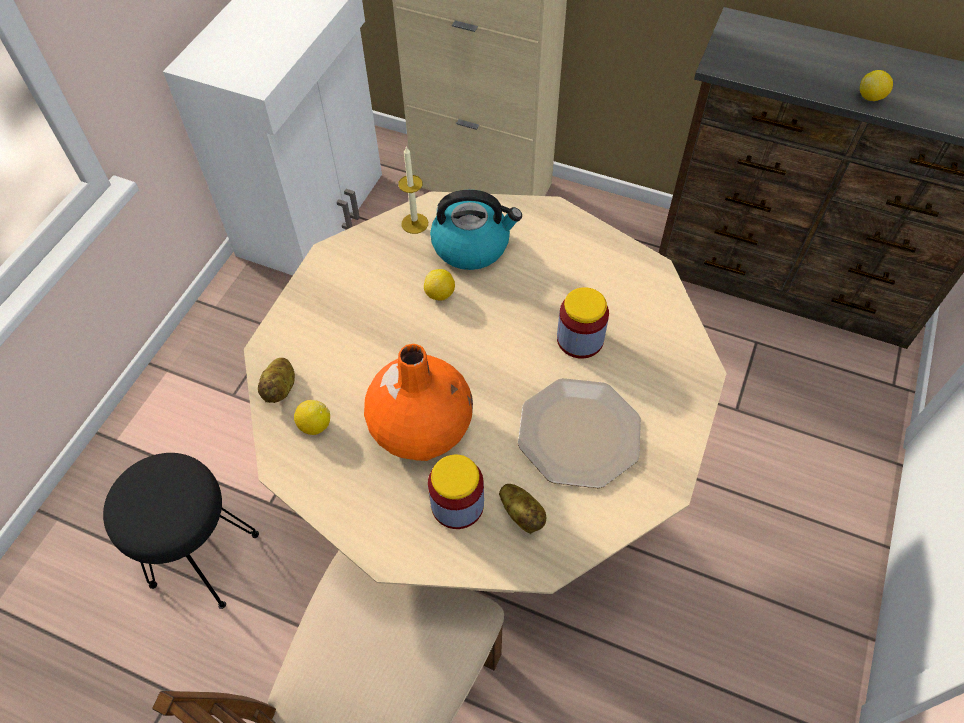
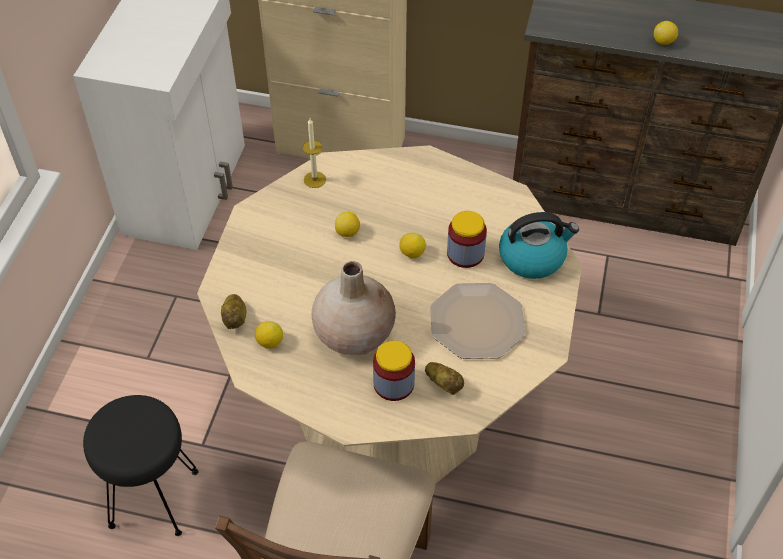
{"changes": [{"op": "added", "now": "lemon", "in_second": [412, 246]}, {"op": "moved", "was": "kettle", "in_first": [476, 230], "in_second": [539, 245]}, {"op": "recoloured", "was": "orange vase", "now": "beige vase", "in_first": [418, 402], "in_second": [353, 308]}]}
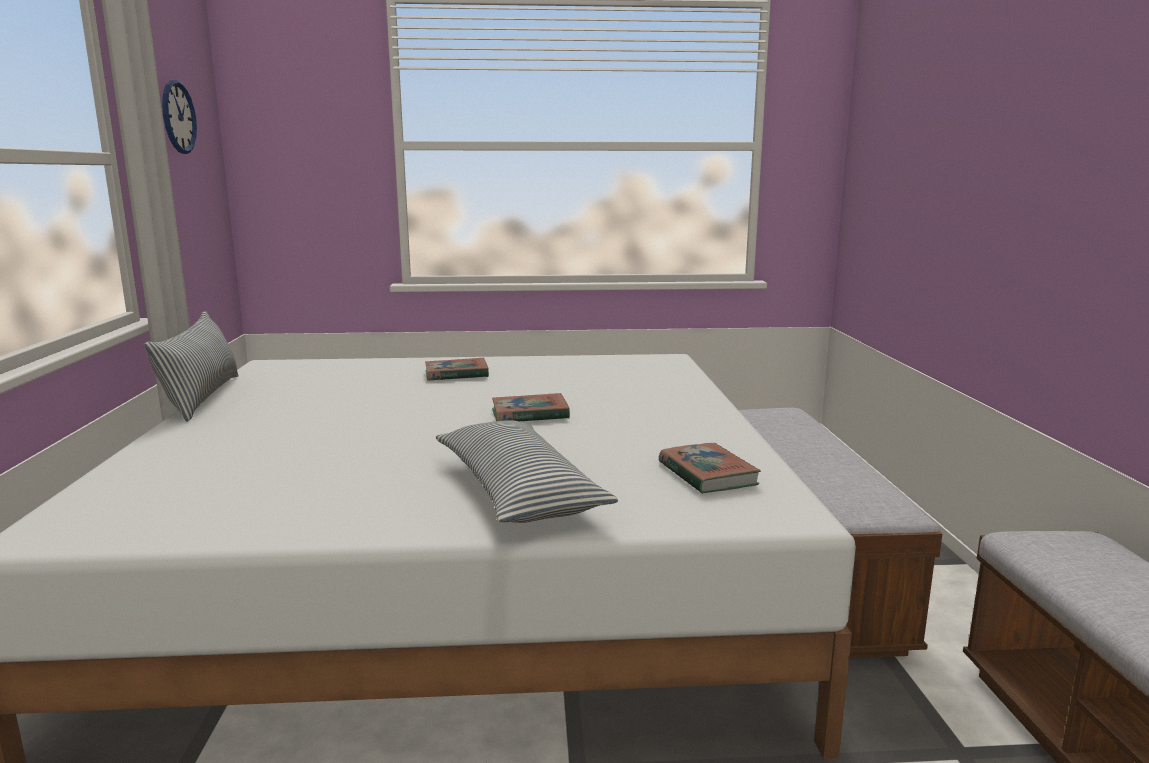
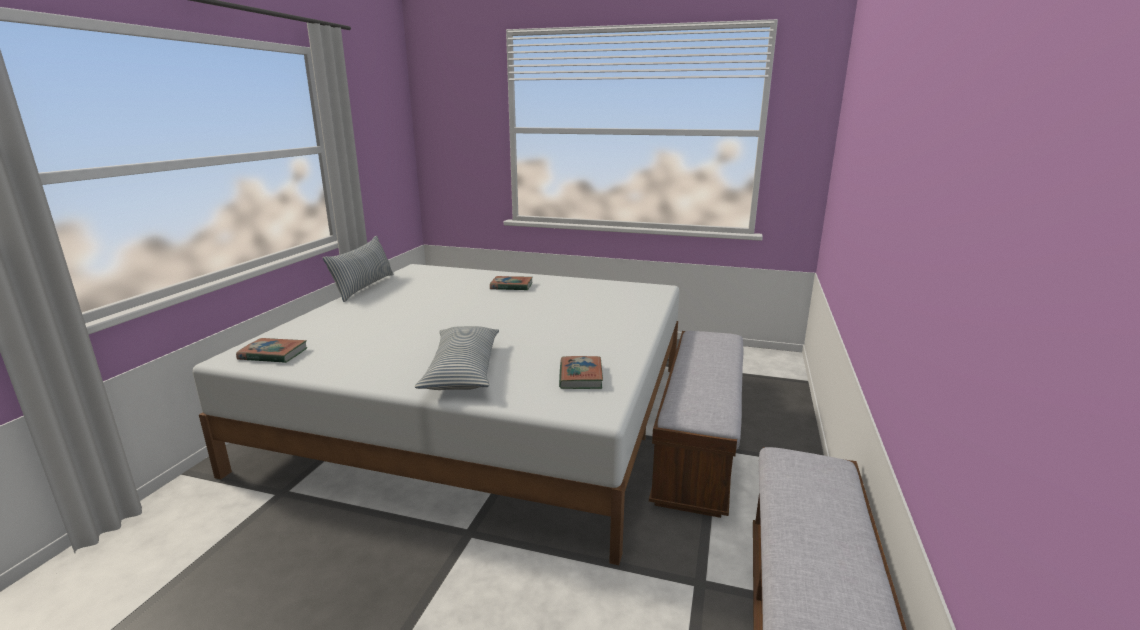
{"changes": [{"op": "removed", "was": "wall clock", "in_first": [179, 117]}, {"op": "moved", "was": "book", "in_first": [531, 407], "in_second": [272, 350]}]}
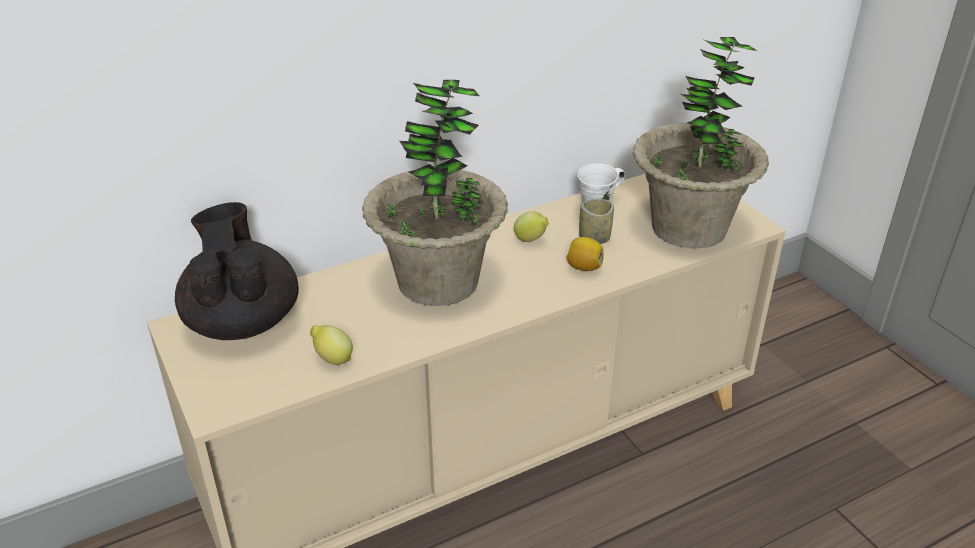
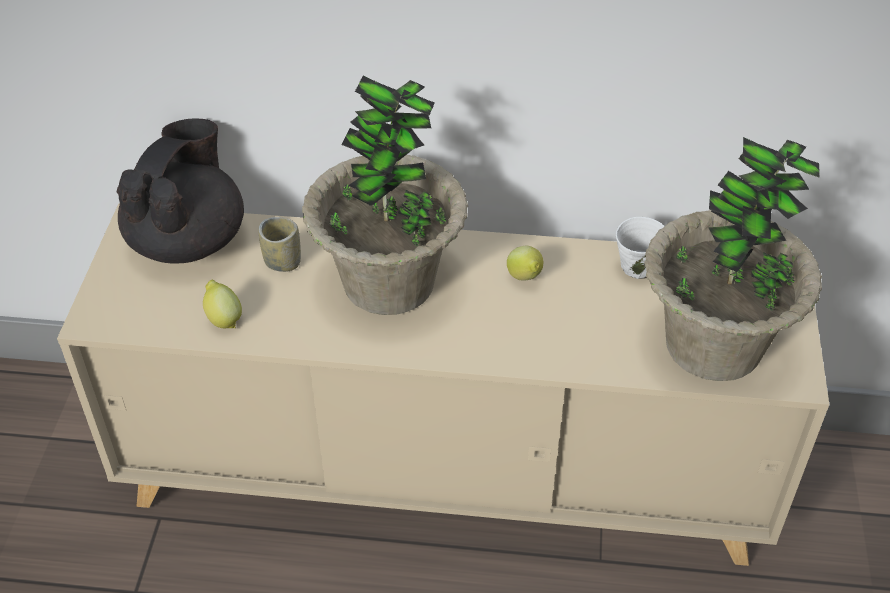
{"changes": [{"op": "removed", "was": "lemon", "in_first": [585, 254]}, {"op": "moved", "was": "cup", "in_first": [596, 221], "in_second": [279, 244]}]}
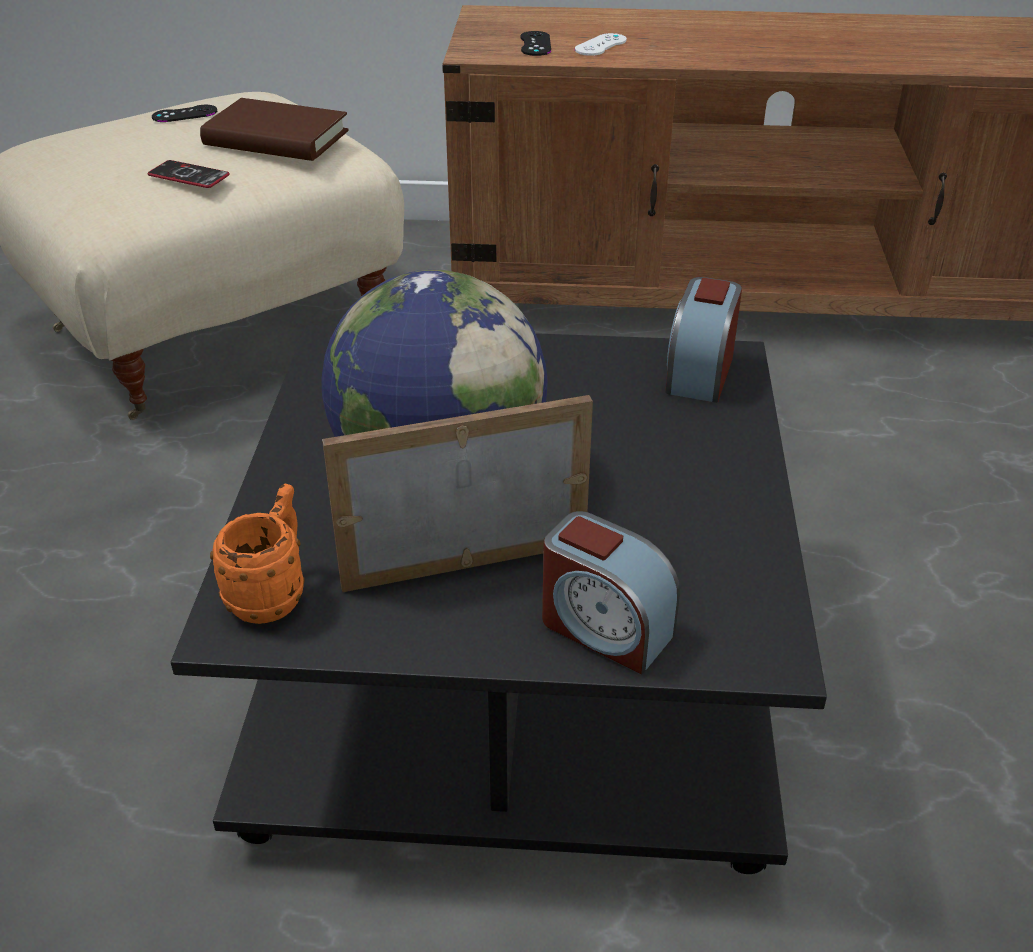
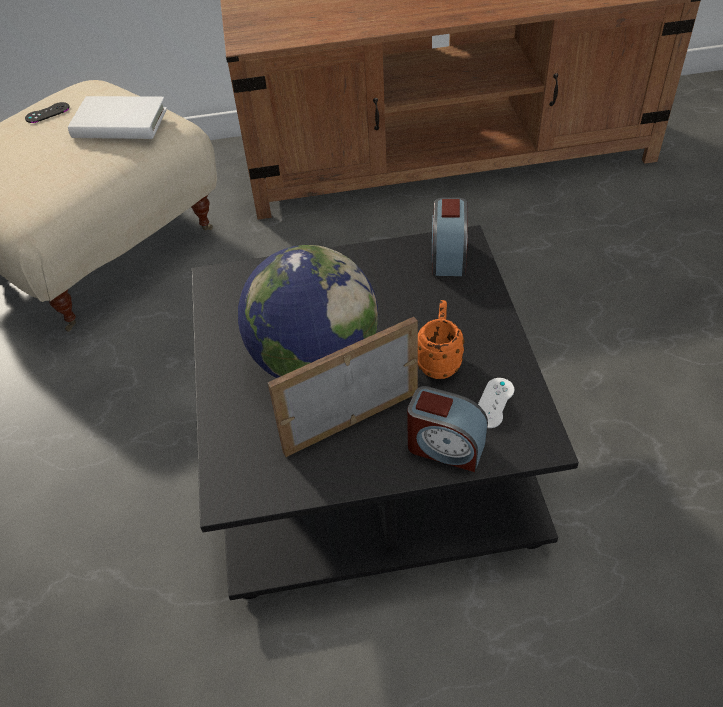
{"changes": [{"op": "removed", "was": "phone", "in_first": [189, 174]}, {"op": "removed", "was": "black game controller", "in_first": [535, 43]}, {"op": "moved", "was": "orange mug", "in_first": [257, 554], "in_second": [441, 339]}, {"op": "moved", "was": "white game controller", "in_first": [601, 44], "in_second": [496, 403]}, {"op": "recoloured", "was": "brown book", "now": "white book", "in_first": [274, 129], "in_second": [117, 117]}]}
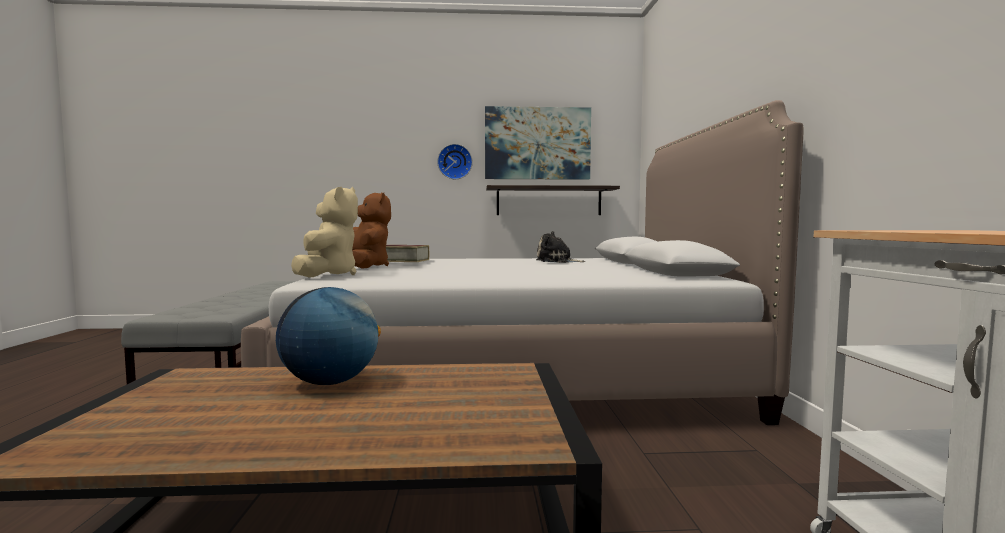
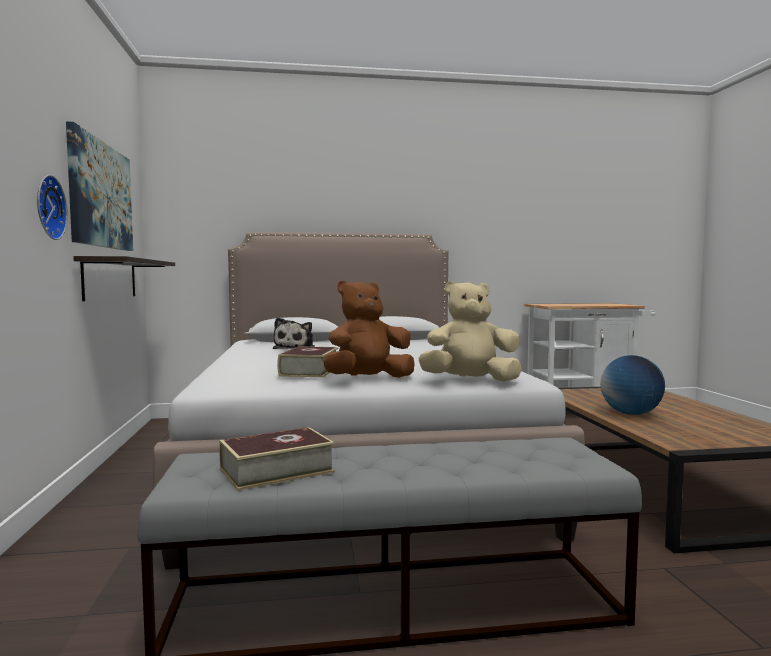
{"changes": [{"op": "added", "now": "book", "in_second": [277, 459]}]}
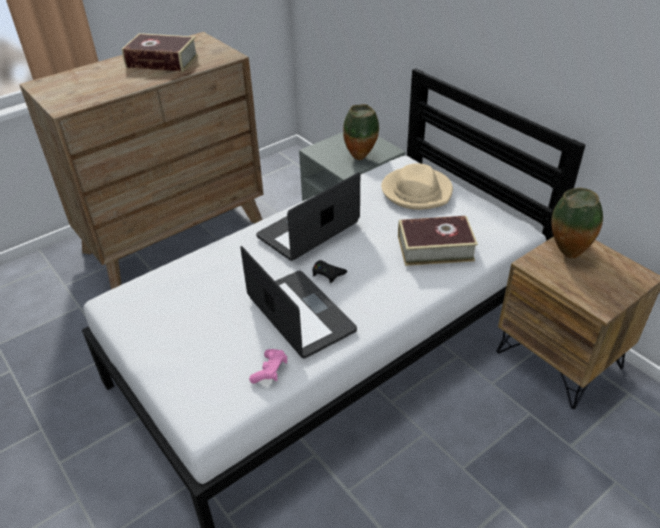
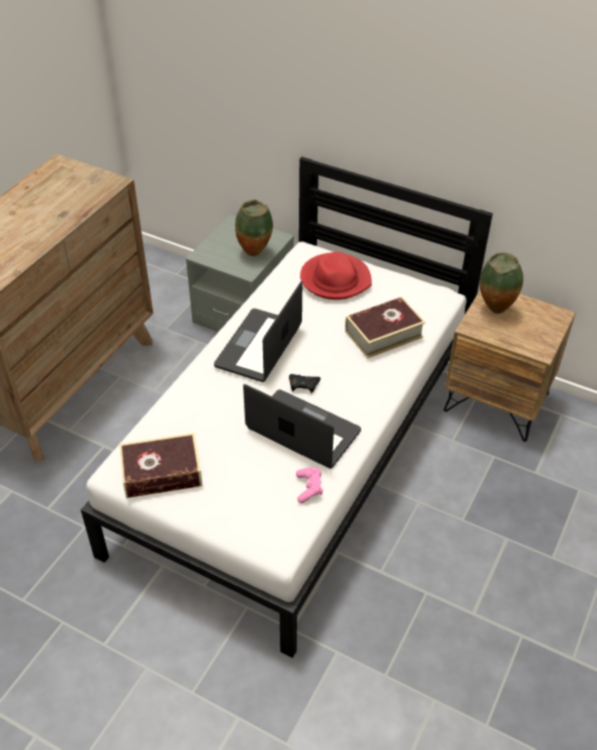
{"changes": [{"op": "moved", "was": "book", "in_first": [160, 52], "in_second": [161, 465]}, {"op": "recoloured", "was": "beige hat", "now": "red hat", "in_first": [417, 186], "in_second": [336, 276]}]}
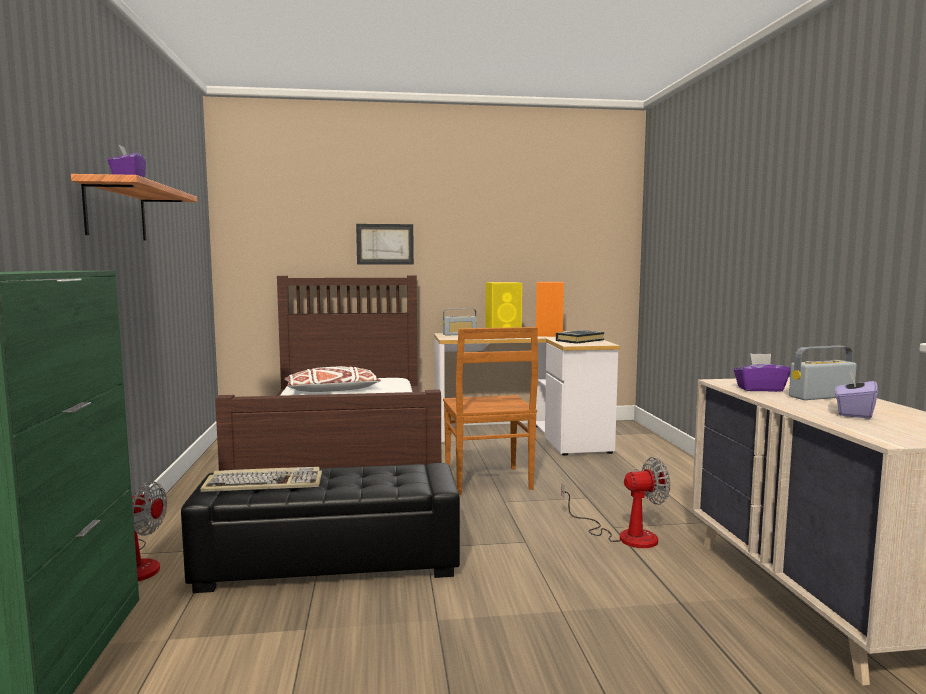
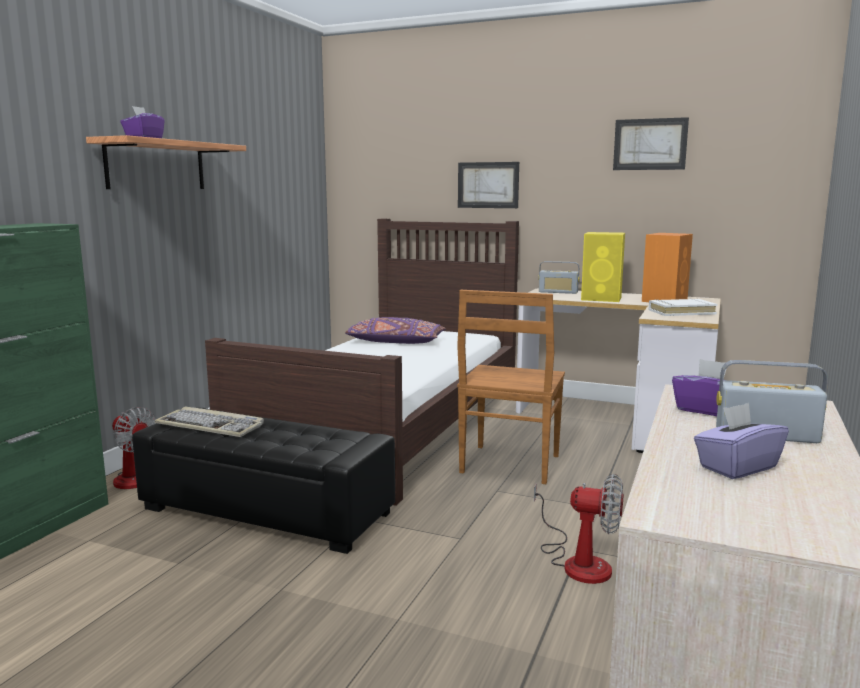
{"changes": [{"op": "added", "now": "picture", "in_second": [651, 143]}, {"op": "recoloured", "was": "white pillow", "now": "purple pillow", "in_first": [332, 379], "in_second": [395, 330]}, {"op": "recoloured", "was": "black book", "now": "white book", "in_first": [580, 337], "in_second": [683, 307]}]}
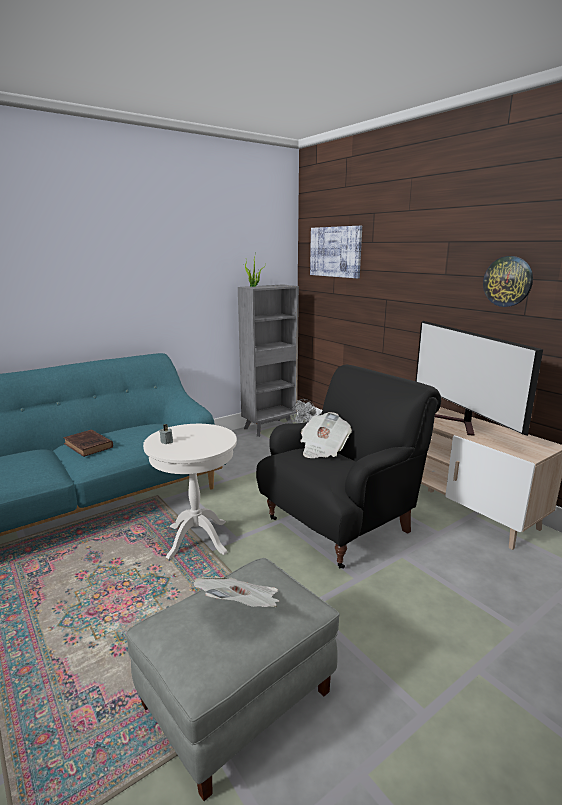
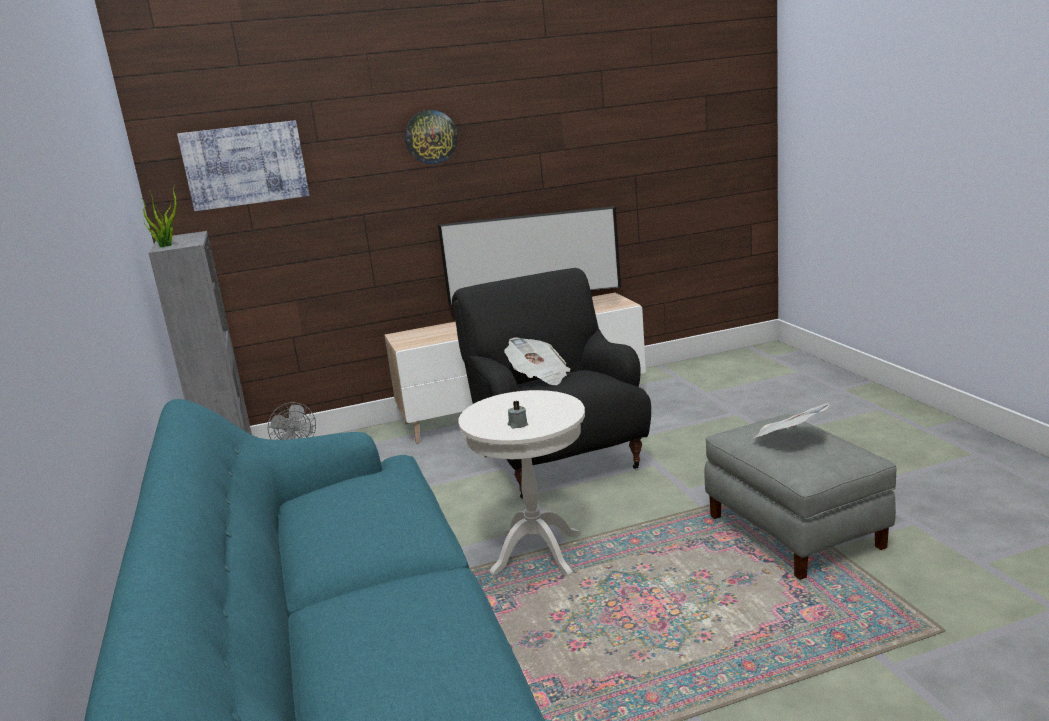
{"changes": [{"op": "removed", "was": "brown book", "in_first": [88, 443]}, {"op": "moved", "was": "wall clock", "in_first": [508, 281], "in_second": [431, 137]}]}
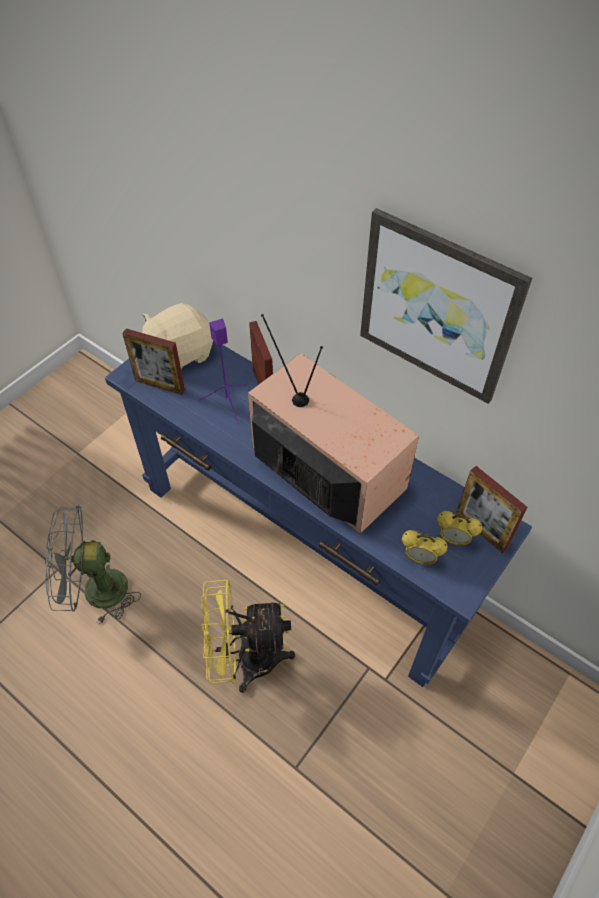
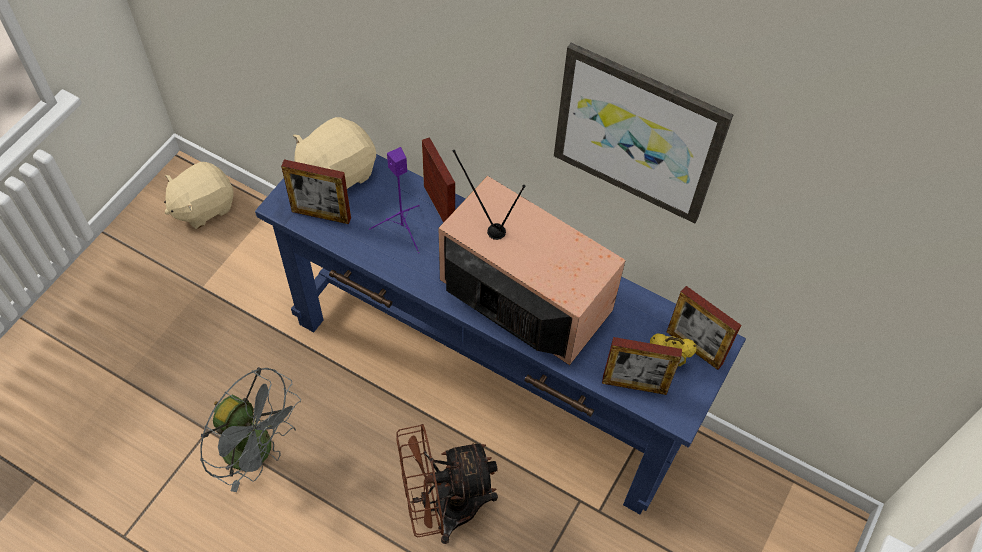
{"changes": [{"op": "added", "now": "beige plush toy", "in_second": [198, 195]}, {"op": "replaced", "was": "alarm clock", "now": "picture frame", "in_first": [424, 547], "in_second": [642, 366]}, {"op": "recoloured", "was": "yellow fan", "now": "brown fan", "in_first": [248, 636], "in_second": [447, 484]}, {"op": "turned", "was": "grey fan", "in_first": [93, 565], "in_second": [250, 429], "clockwise": -135}]}
